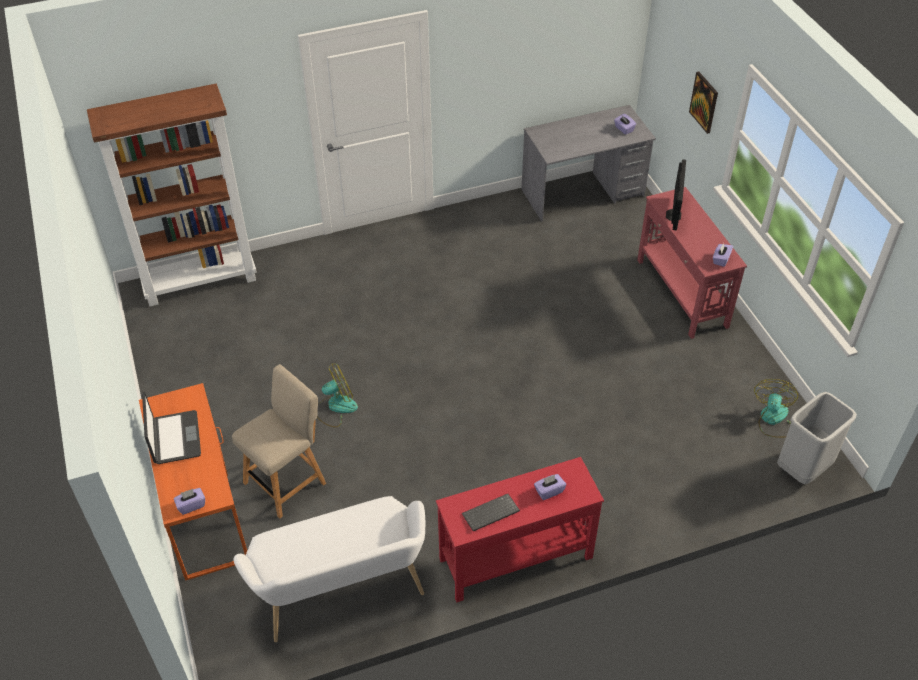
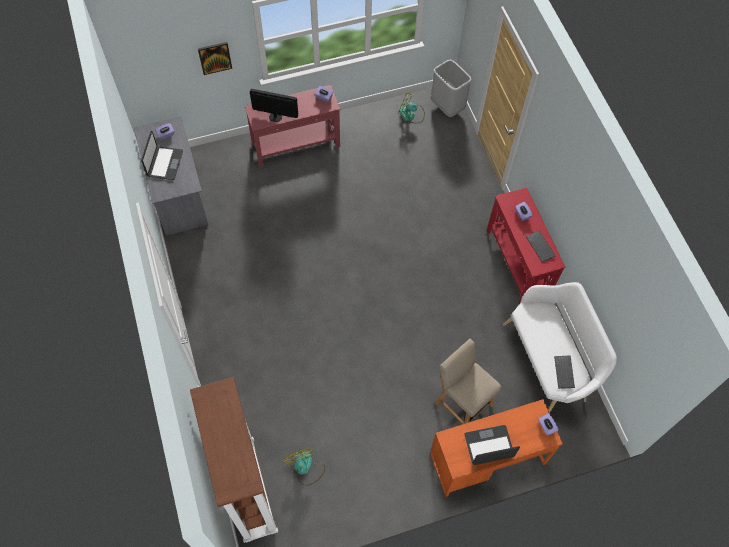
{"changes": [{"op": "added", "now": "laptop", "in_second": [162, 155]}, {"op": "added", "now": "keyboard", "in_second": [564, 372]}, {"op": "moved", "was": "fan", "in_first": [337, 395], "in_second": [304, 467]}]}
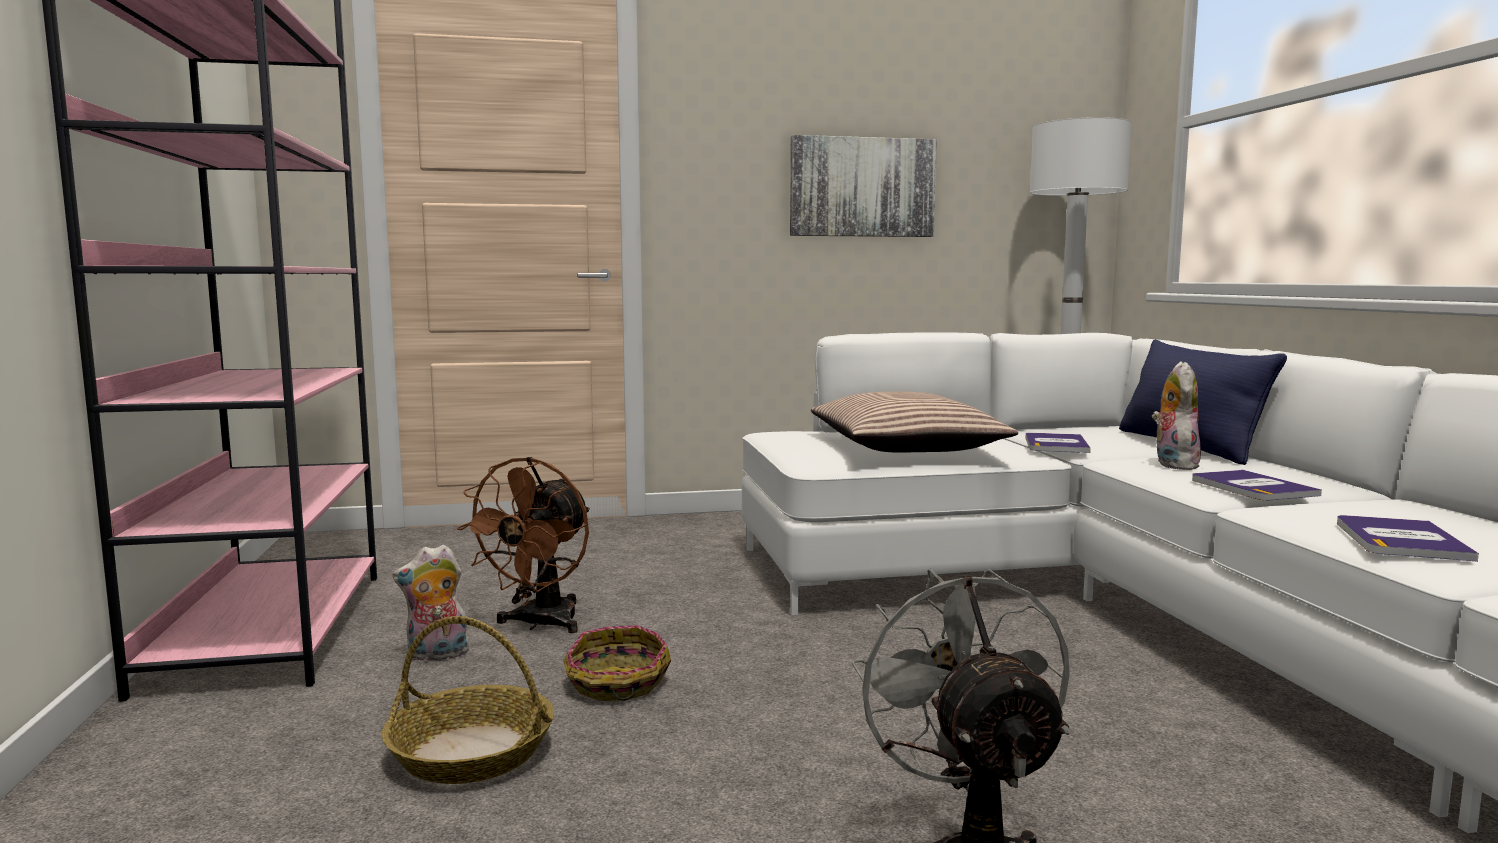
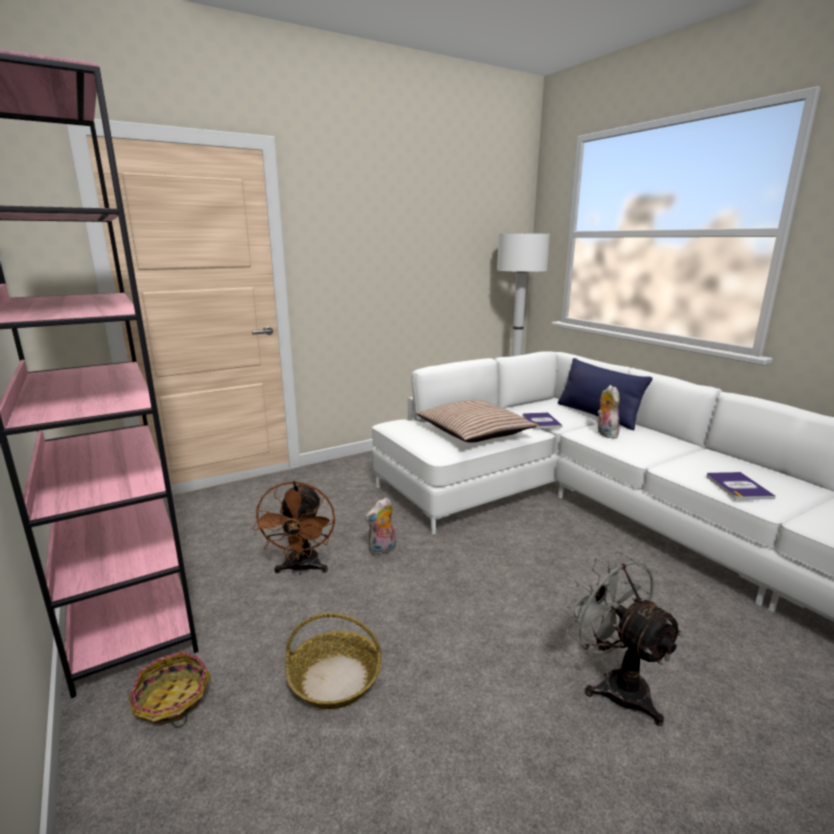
{"changes": [{"op": "removed", "was": "picture", "in_first": [863, 186]}, {"op": "removed", "was": "book", "in_first": [1257, 485]}, {"op": "moved", "was": "plush toy", "in_first": [431, 602], "in_second": [380, 526]}, {"op": "moved", "was": "basket", "in_first": [617, 663], "in_second": [170, 689]}]}
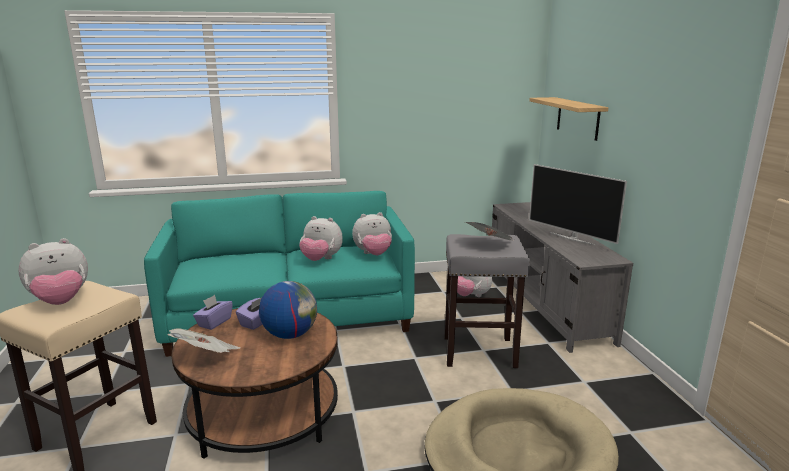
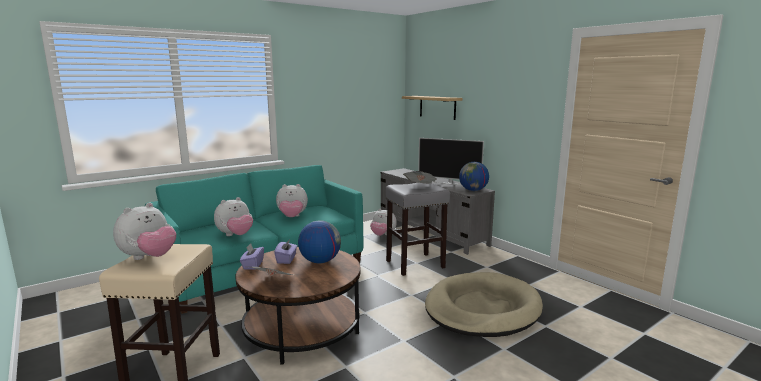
{"changes": [{"op": "added", "now": "globe", "in_second": [474, 176]}, {"op": "moved", "was": "plush toy", "in_first": [372, 233], "in_second": [233, 216]}]}
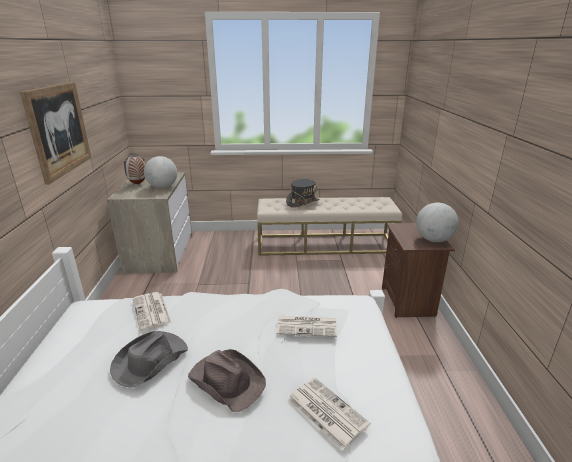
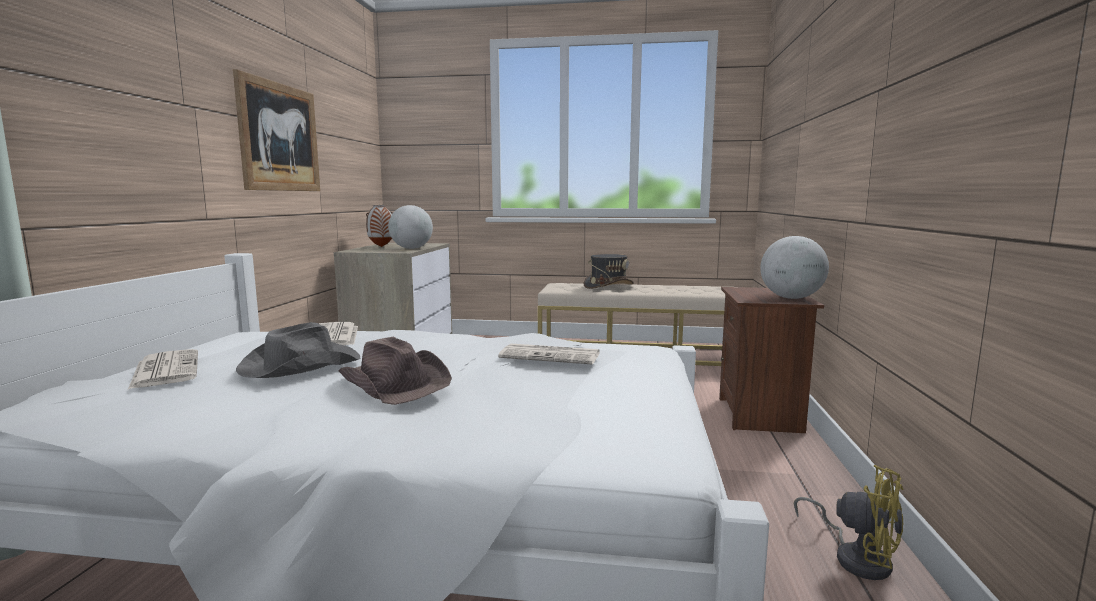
{"changes": [{"op": "added", "now": "yellow fan", "in_second": [849, 522]}, {"op": "moved", "was": "newspaper", "in_first": [329, 414], "in_second": [163, 369]}]}
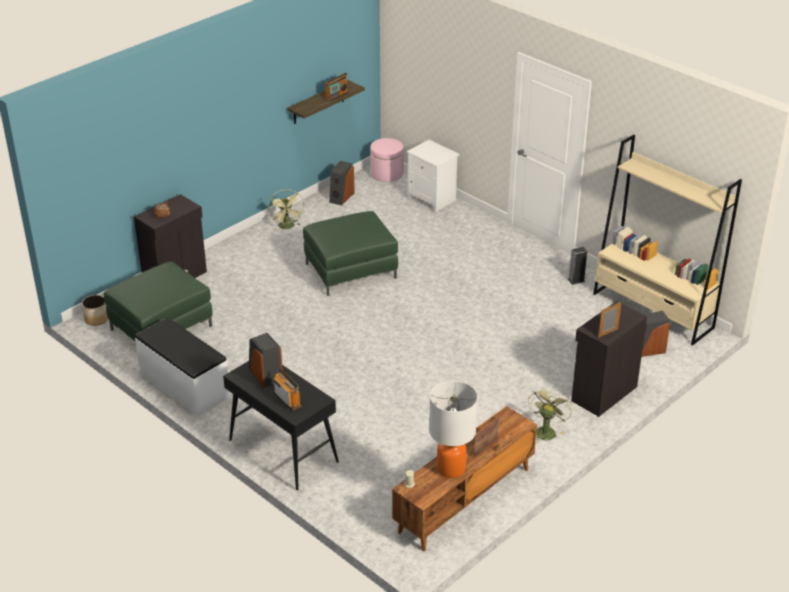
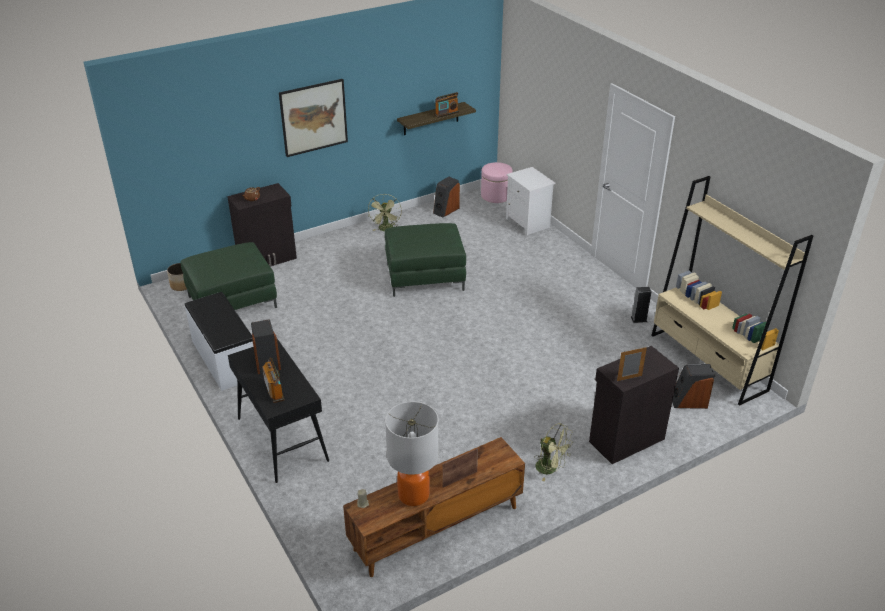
{"changes": [{"op": "added", "now": "picture", "in_second": [313, 118]}, {"op": "turned", "was": "green fan", "in_first": [550, 414], "in_second": [553, 452], "clockwise": 90}]}
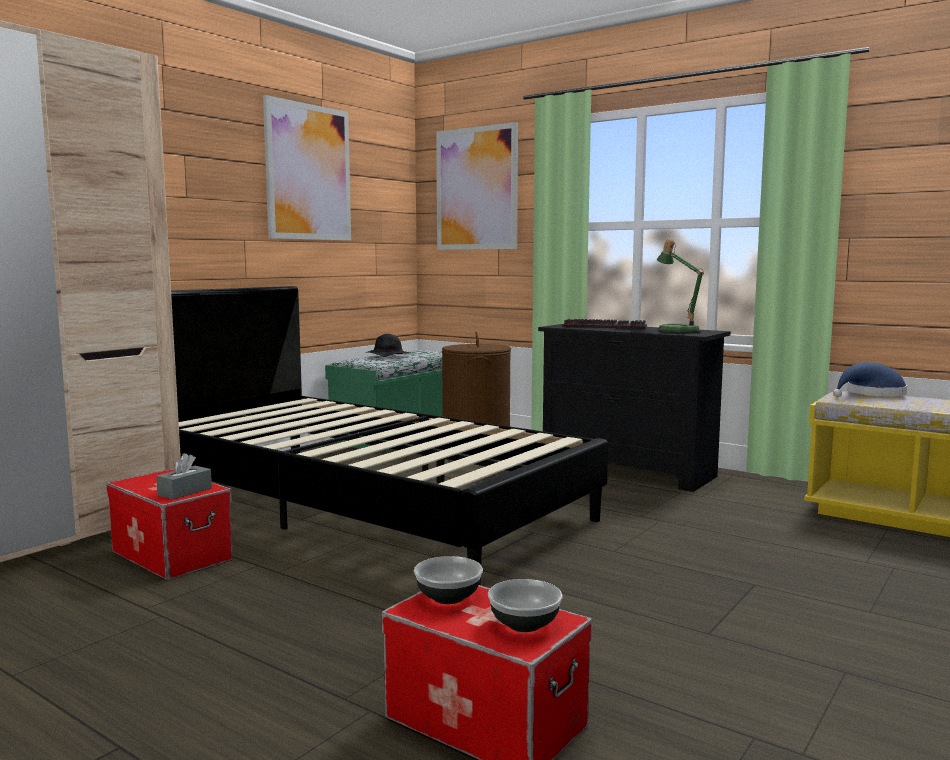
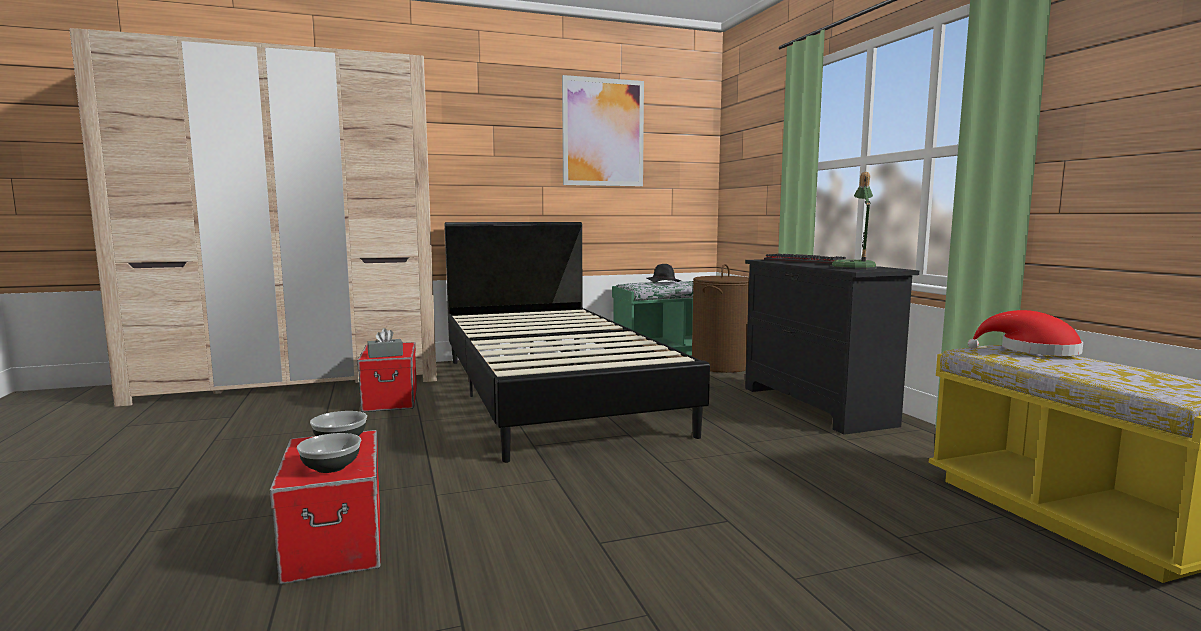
{"changes": [{"op": "removed", "was": "picture", "in_first": [477, 186]}, {"op": "recoloured", "was": "blue hat", "now": "red hat", "in_first": [870, 379], "in_second": [1025, 333]}]}
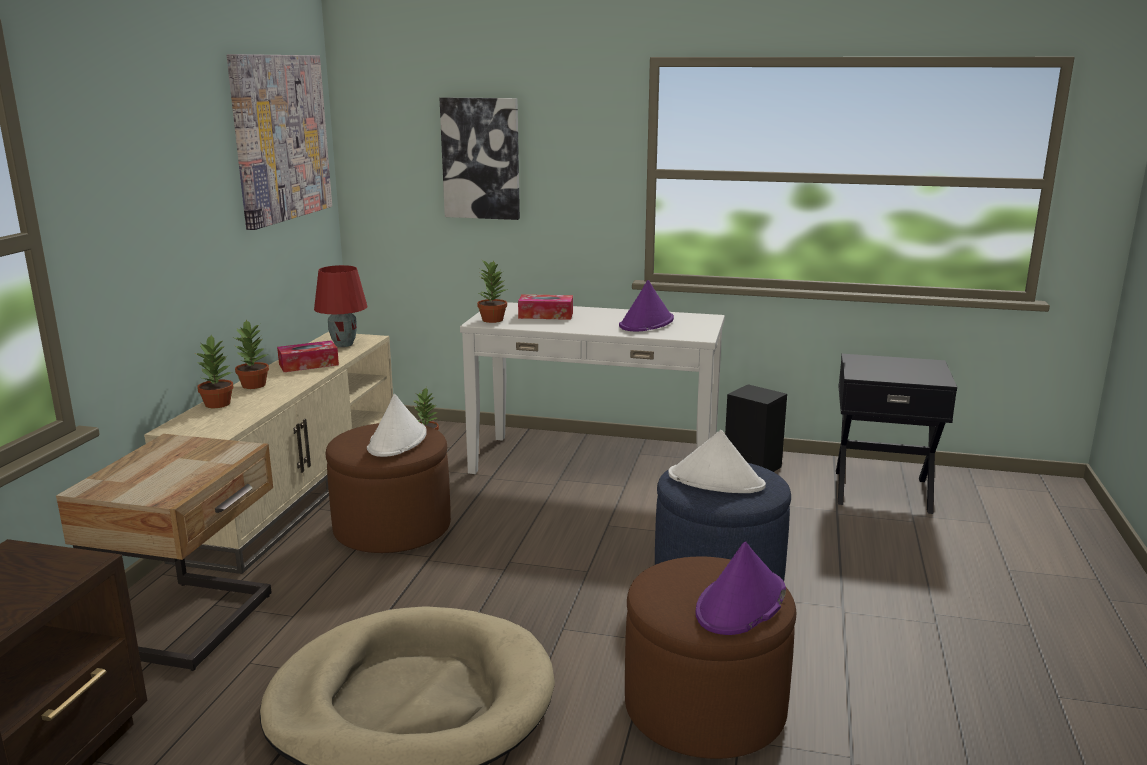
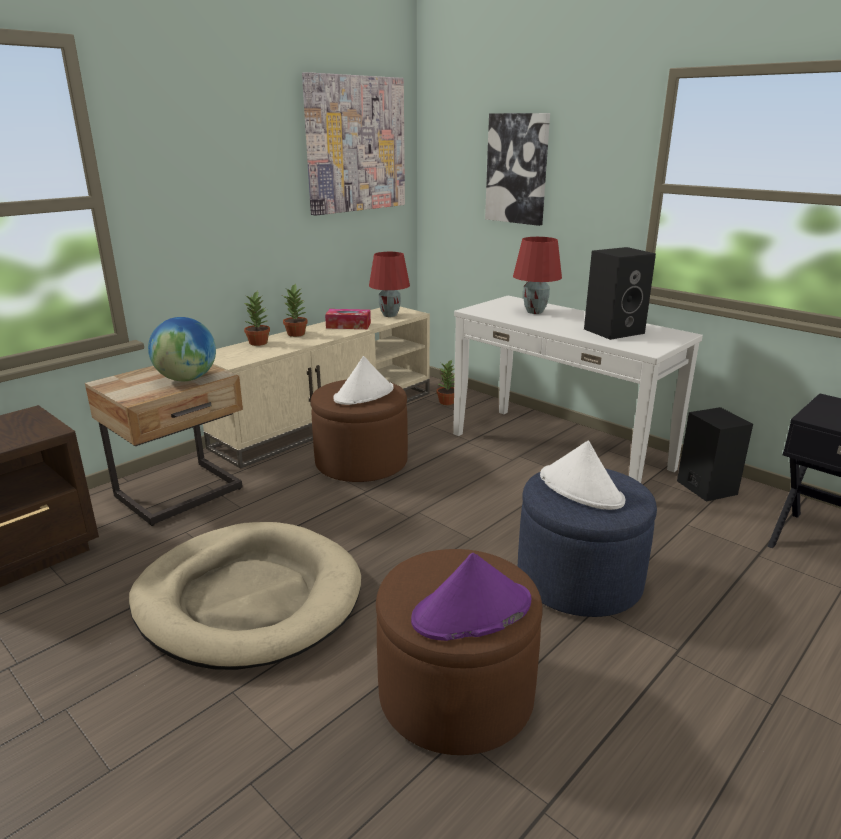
{"changes": [{"op": "removed", "was": "potted plant", "in_first": [492, 291]}, {"op": "added", "now": "globe", "in_second": [182, 349]}, {"op": "replaced", "was": "tissue box", "now": "red table lamp", "in_first": [545, 307], "in_second": [537, 275]}, {"op": "replaced", "was": "purple hat", "now": "black speaker", "in_first": [646, 305], "in_second": [620, 293]}]}
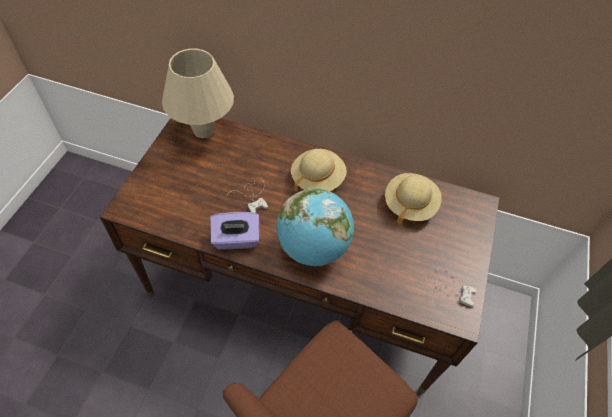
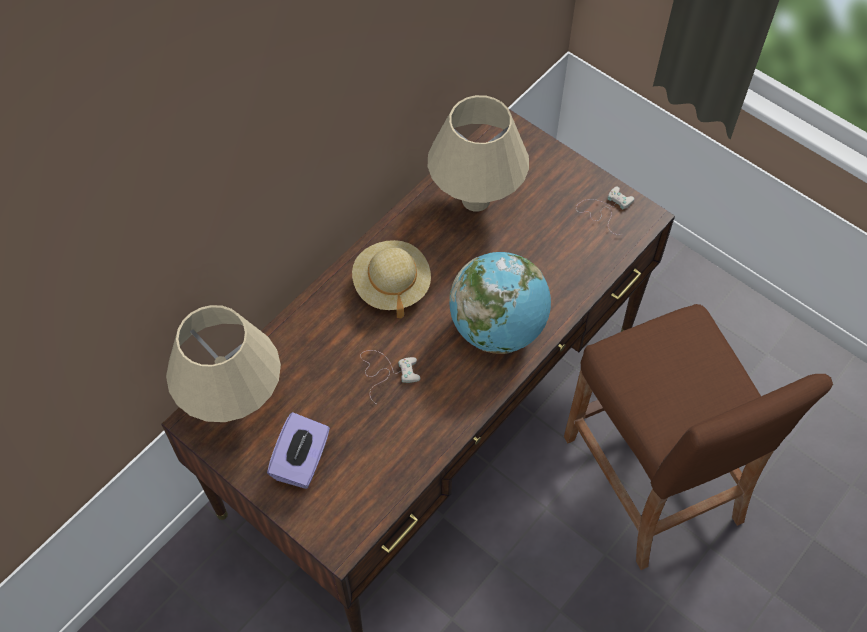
{"changes": [{"op": "moved", "was": "purple tissue box", "in_first": [235, 231], "in_second": [298, 450]}, {"op": "replaced", "was": "beige hat", "now": "beige table lamp", "in_first": [413, 199], "in_second": [478, 153]}]}
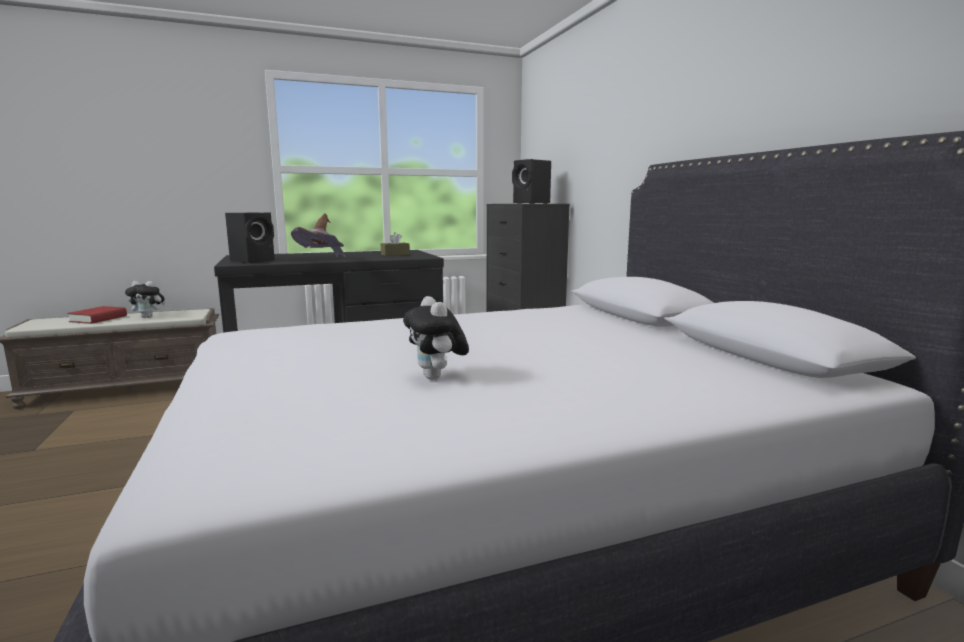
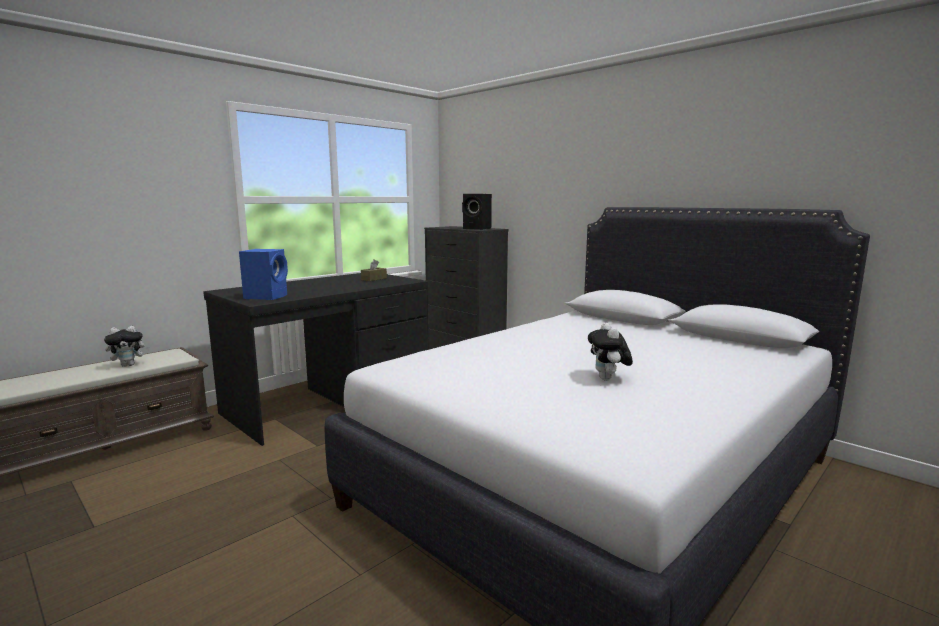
{"changes": [{"op": "removed", "was": "red book", "in_first": [97, 315]}, {"op": "removed", "was": "brown hat", "in_first": [318, 235]}, {"op": "recoloured", "was": "black speaker", "now": "blue speaker", "in_first": [250, 238], "in_second": [263, 274]}, {"op": "turned", "was": "plush toy", "in_first": [436, 338], "in_second": [610, 351], "clockwise": 45}]}
